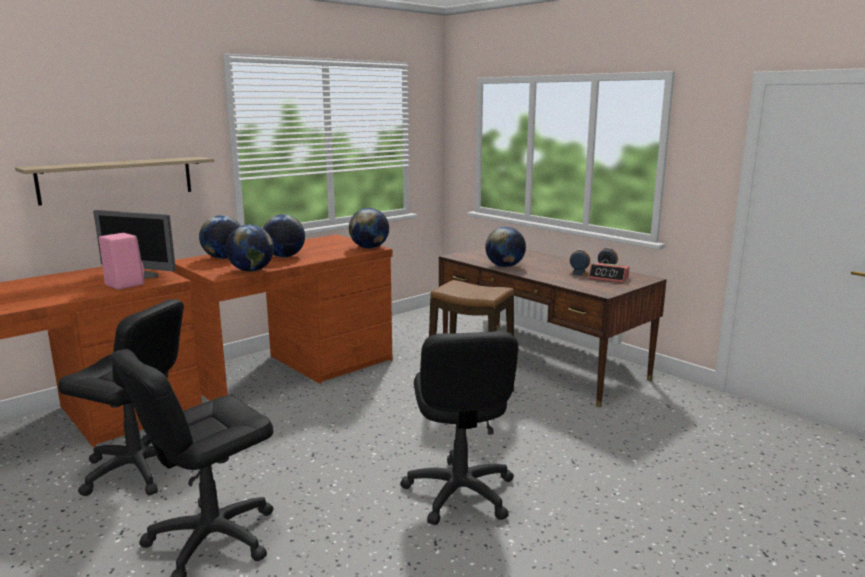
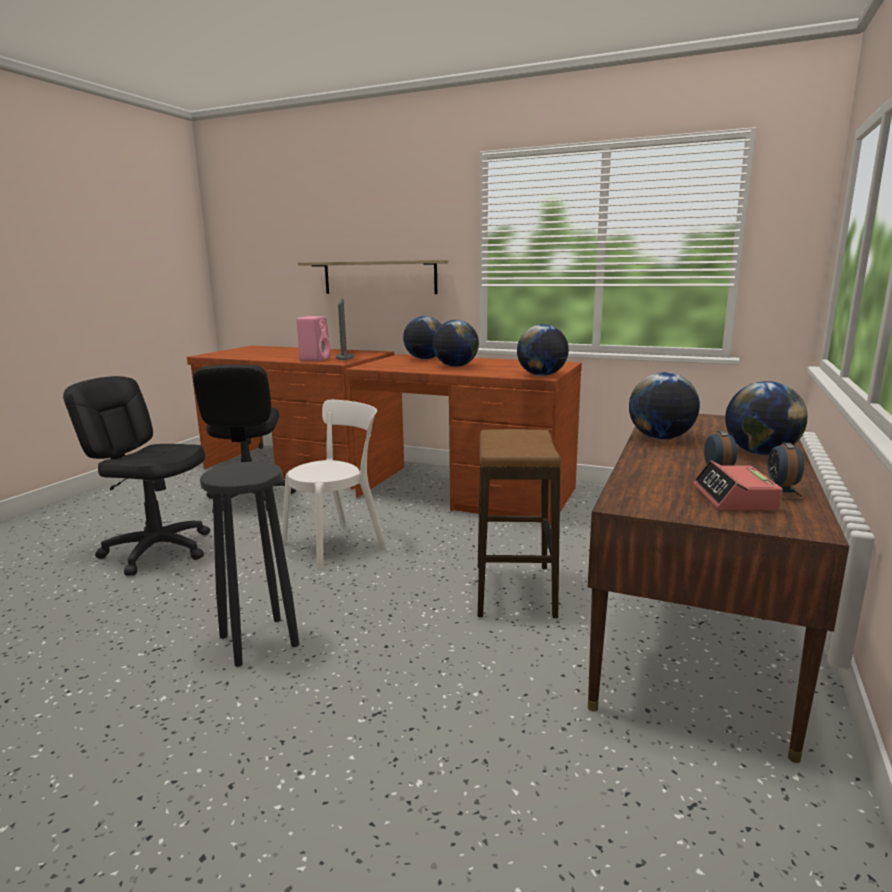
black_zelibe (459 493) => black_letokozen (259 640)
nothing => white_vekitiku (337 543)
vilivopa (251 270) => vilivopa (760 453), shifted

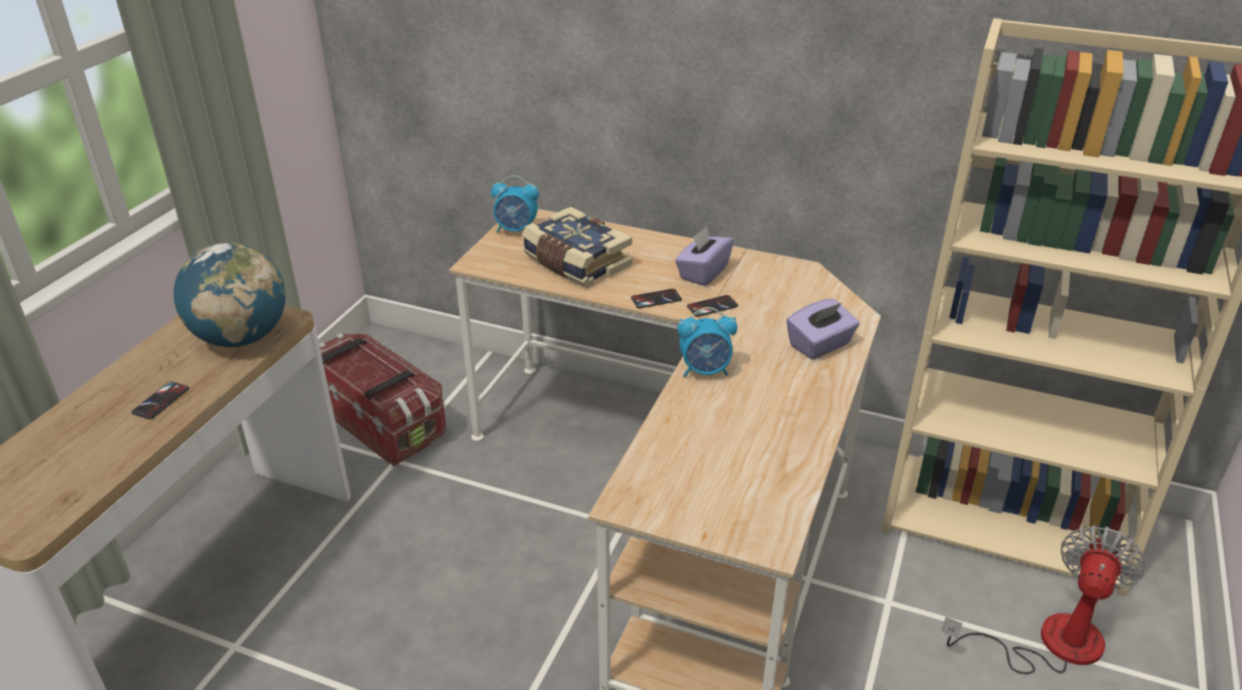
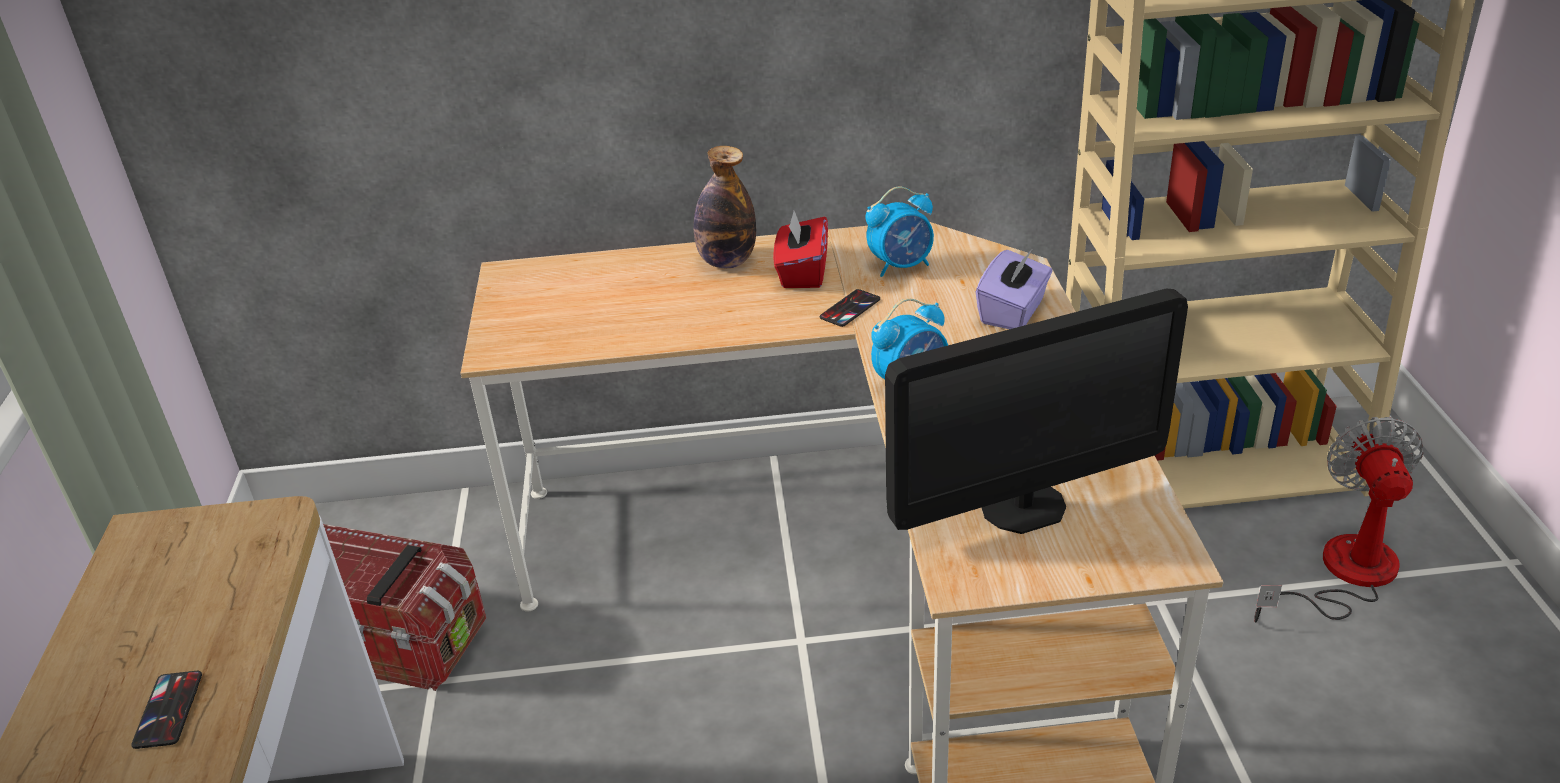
nothing => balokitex (727 262)
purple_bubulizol (703 272) => red_bubulizol (802 273)
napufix (516 230) => napufix (901 266), shifted
nothing => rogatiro (1023 506)
vilivopa (242 337) => nothing
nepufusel (575 263) => nothing
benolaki (656 299) => nothing

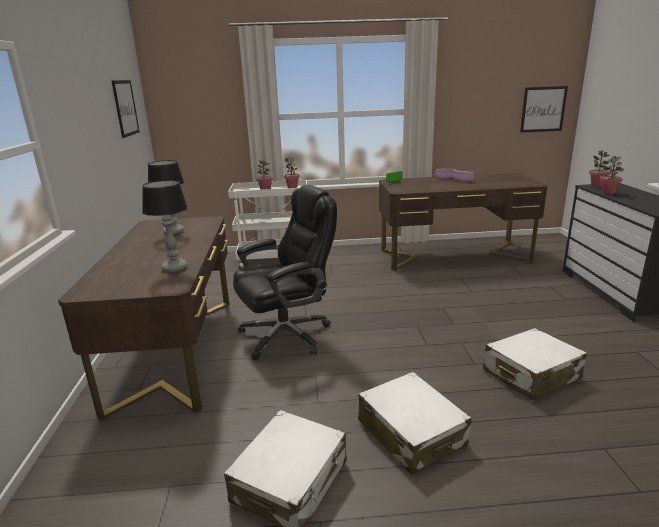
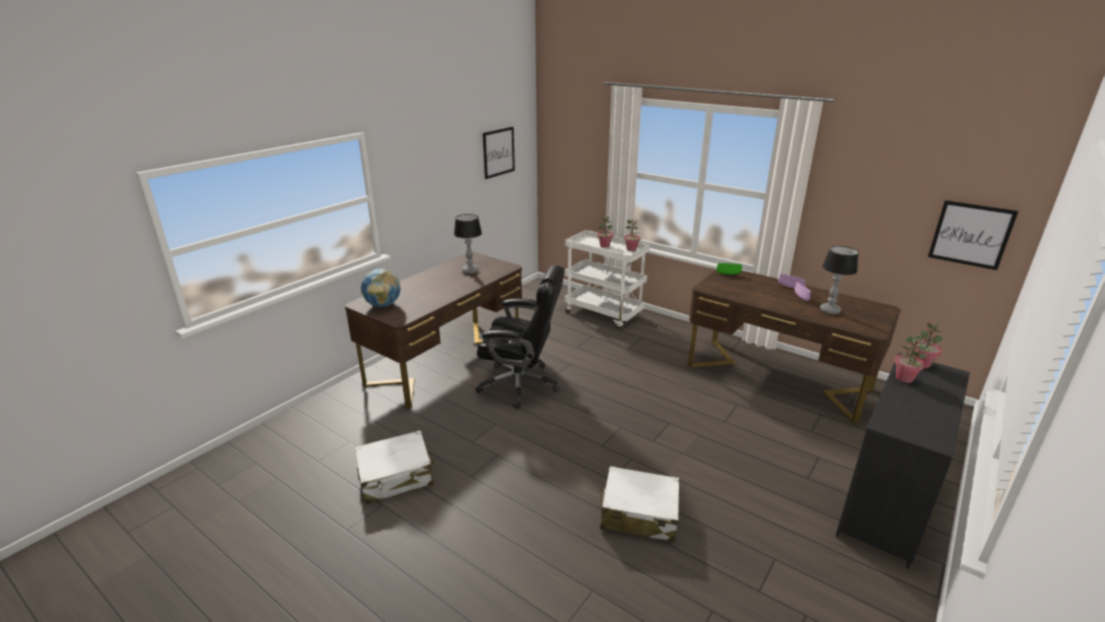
nothing => vilivopa (383 305)
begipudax (175 268) => begipudax (830 311), shifted
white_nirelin (411 433) => nothing

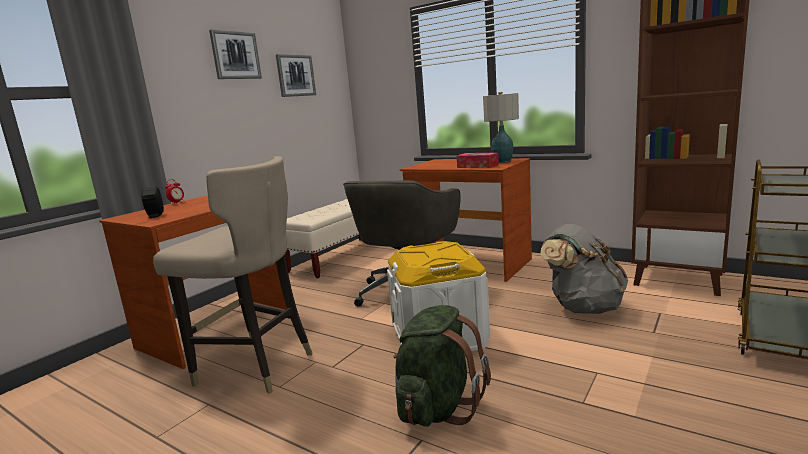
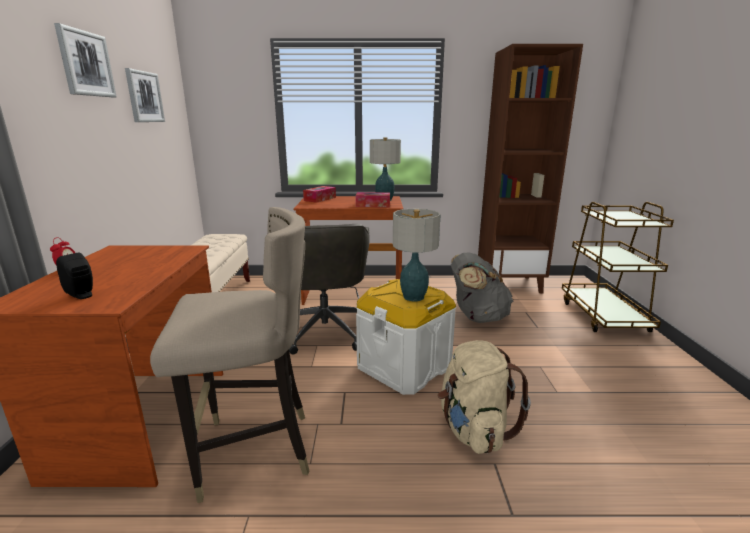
nothing => bubulizol (320 199)
nothing => begipudax (414 297)
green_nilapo (438 407) => beige_nilapo (473 430)

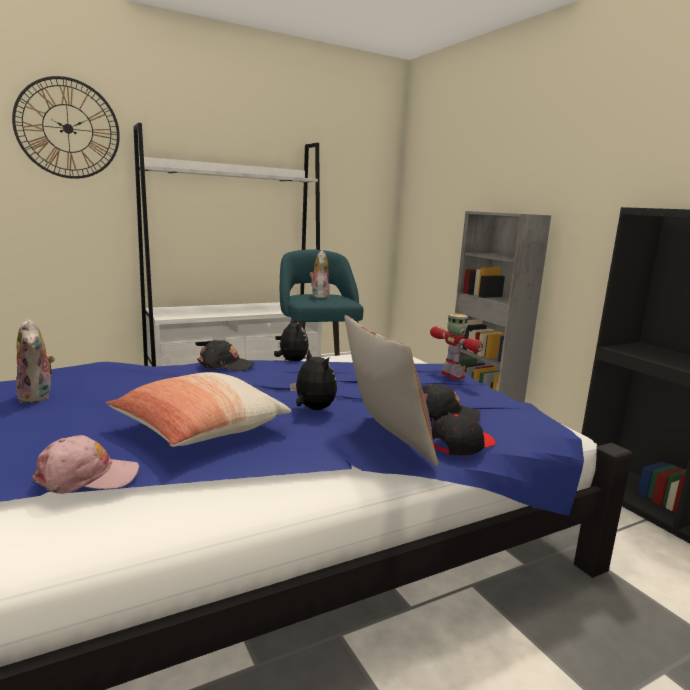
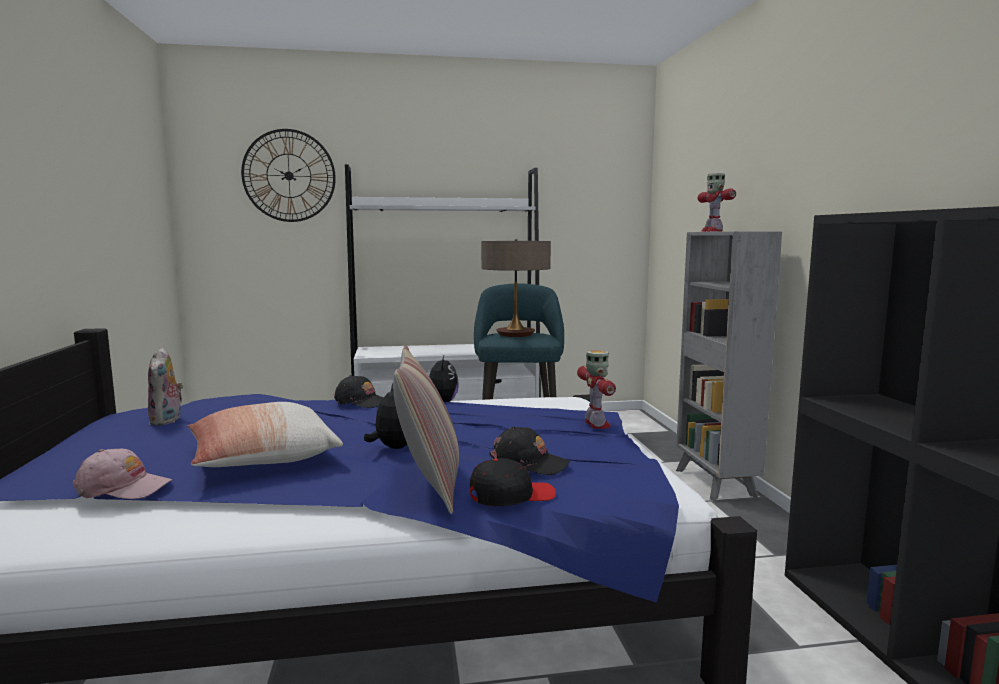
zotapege (319 296) => begipudax (515 334)
nothing => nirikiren (712 231)

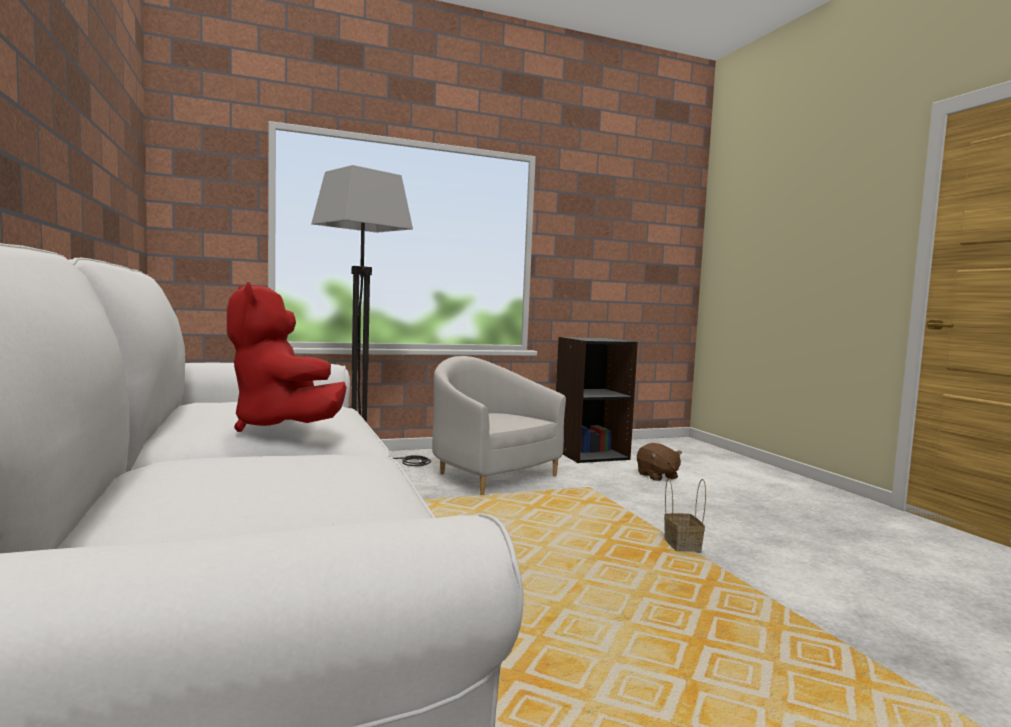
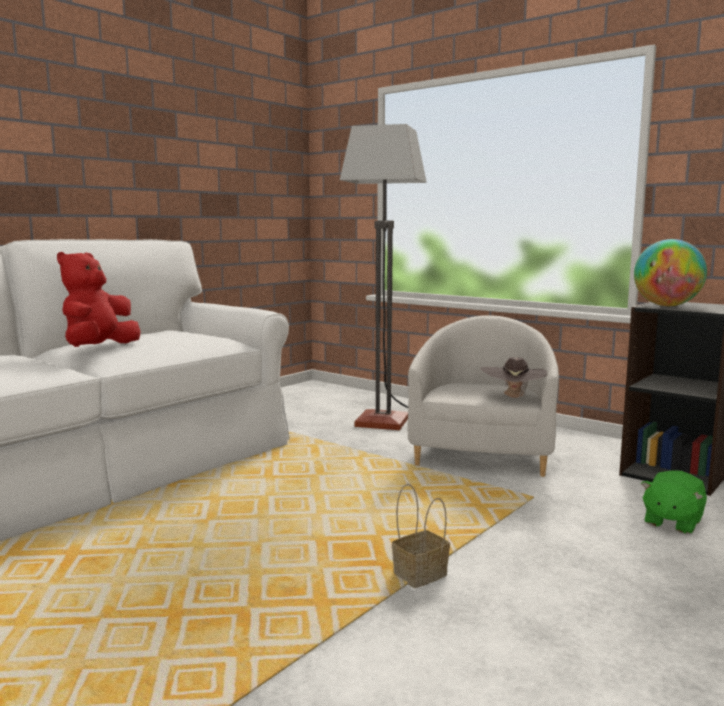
nothing => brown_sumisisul (514 398)
nothing => vilivopa (666 305)
brown_zotapege (657 476) => green_zotapege (672 522)

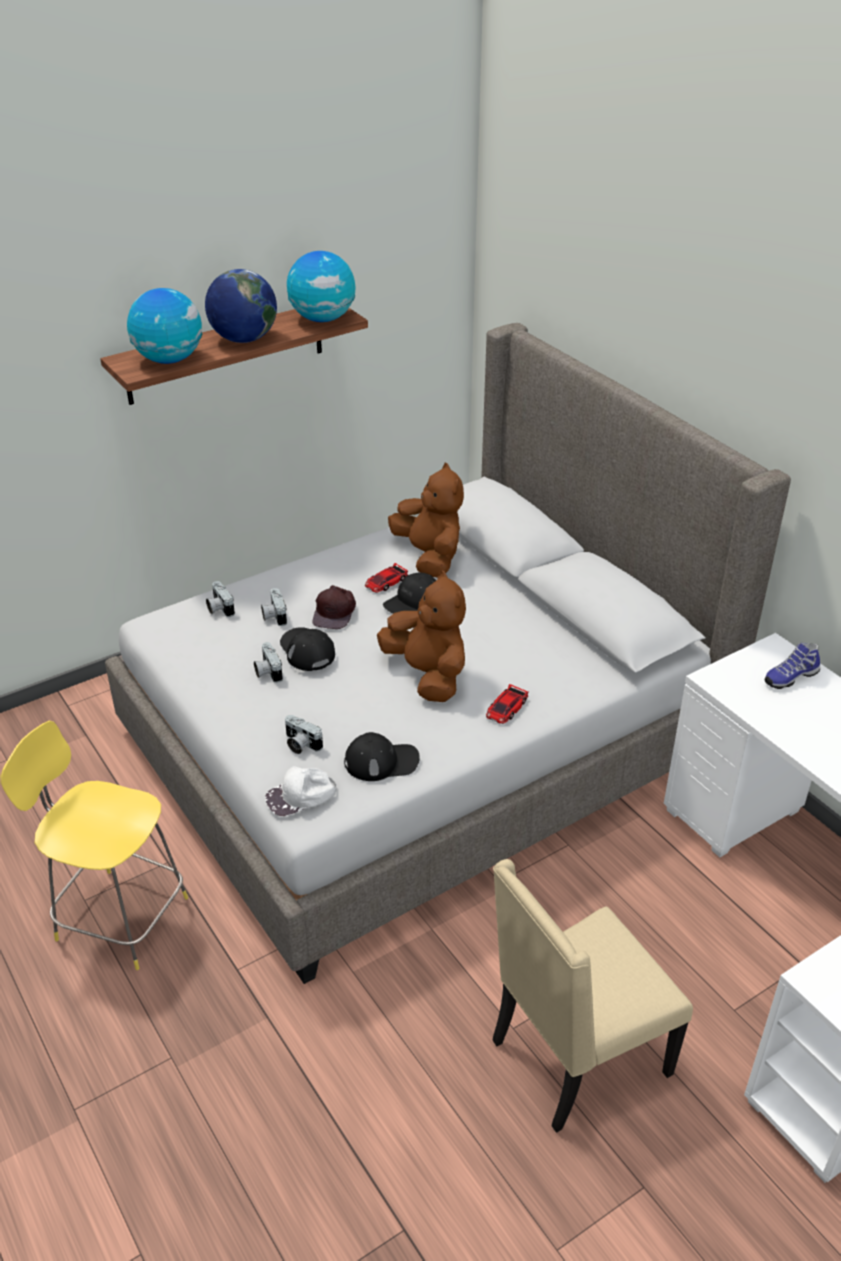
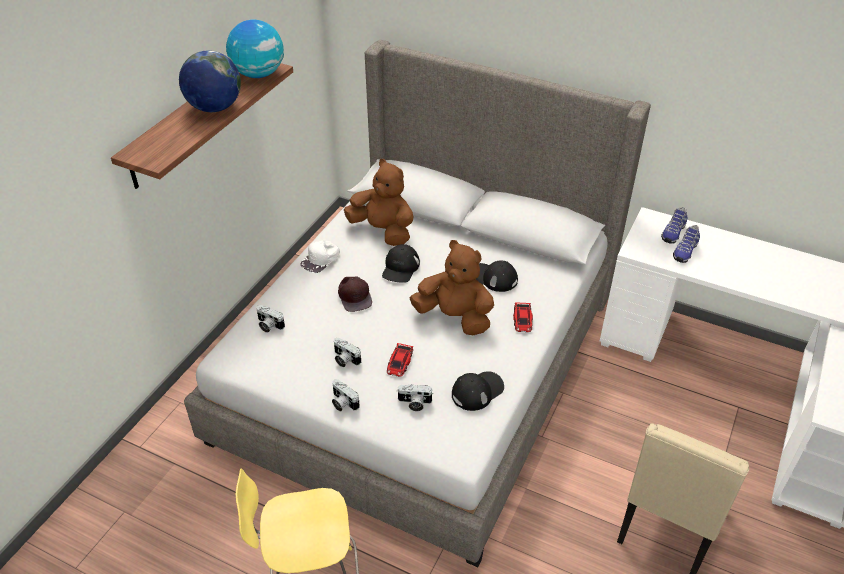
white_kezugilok (301 796) => white_kezugilok (321 259), shifted
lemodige (274 615) => lemodige (342 403), shifted
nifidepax (386 582) => nifidepax (400 362), shifted
black_kezugilok (307 650) => black_kezugilok (493 277), shifted
nothing => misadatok (684 251)
vilivopa (169 360) => nothing

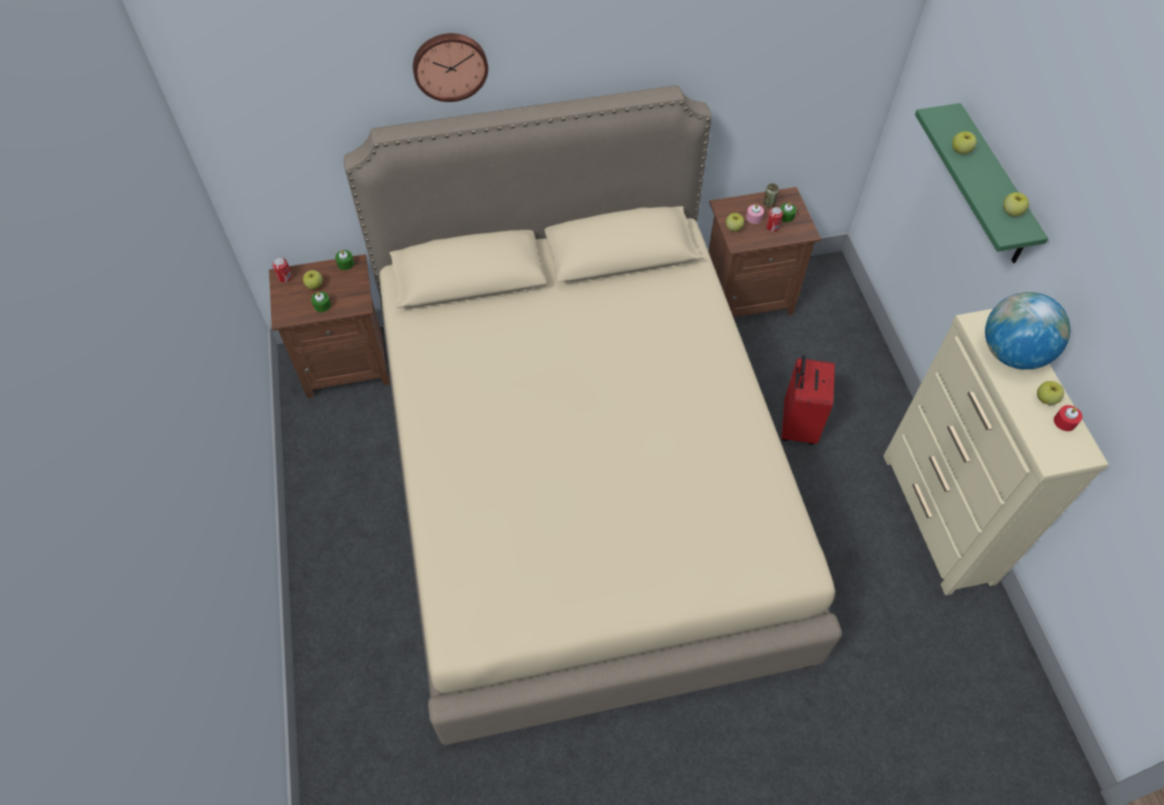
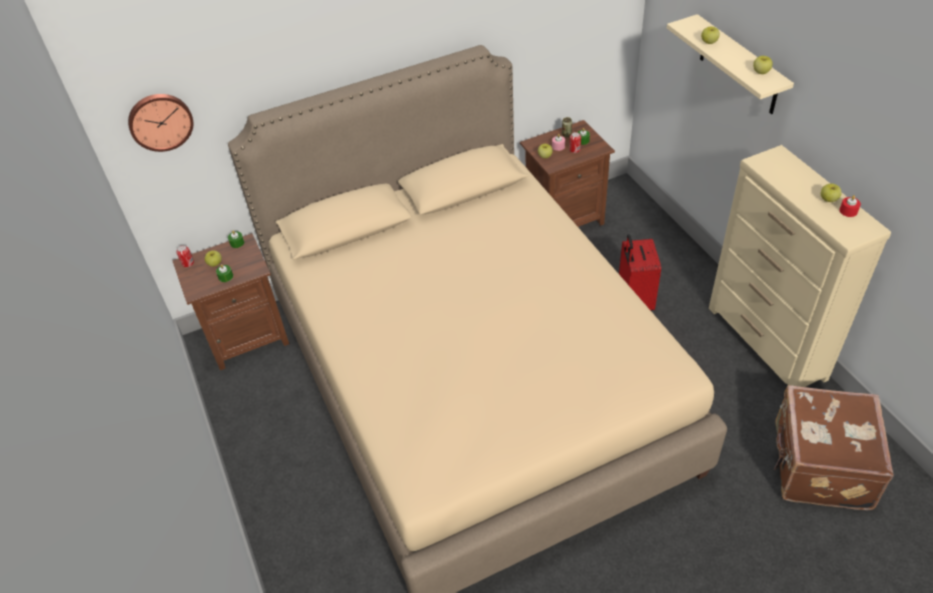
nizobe (450 65) => nizobe (160 121), shifted
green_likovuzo (992 188) => beige_likovuzo (739 66)
nothing => brown_nirelin (818 466)
vilivopa (1012 353) => nothing

